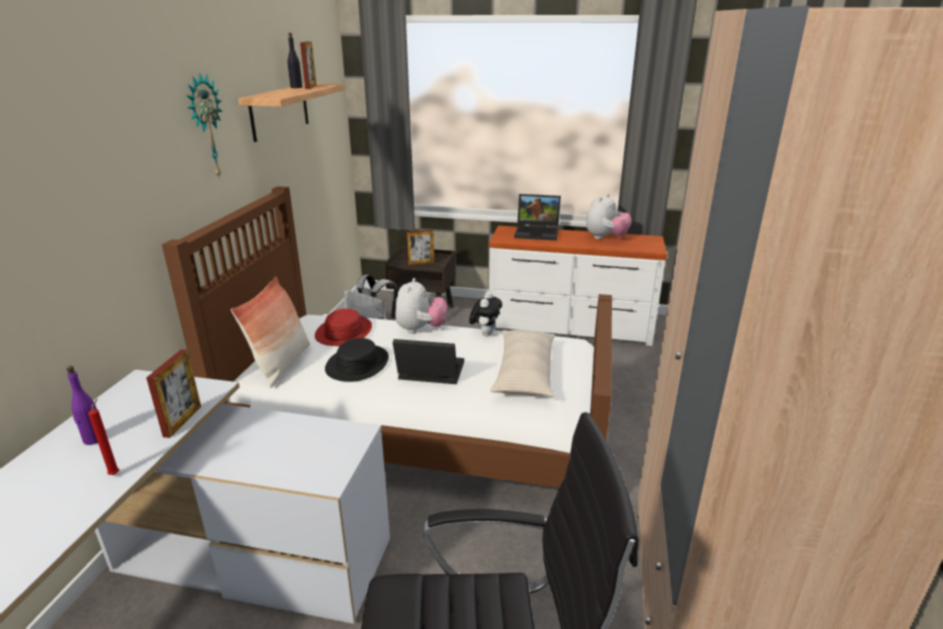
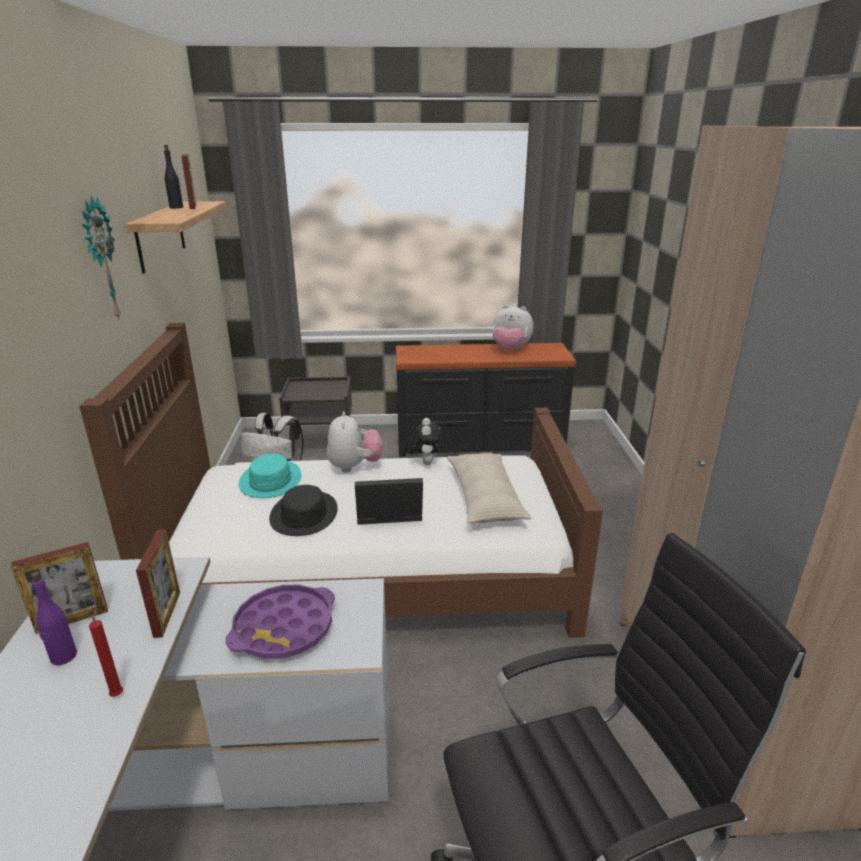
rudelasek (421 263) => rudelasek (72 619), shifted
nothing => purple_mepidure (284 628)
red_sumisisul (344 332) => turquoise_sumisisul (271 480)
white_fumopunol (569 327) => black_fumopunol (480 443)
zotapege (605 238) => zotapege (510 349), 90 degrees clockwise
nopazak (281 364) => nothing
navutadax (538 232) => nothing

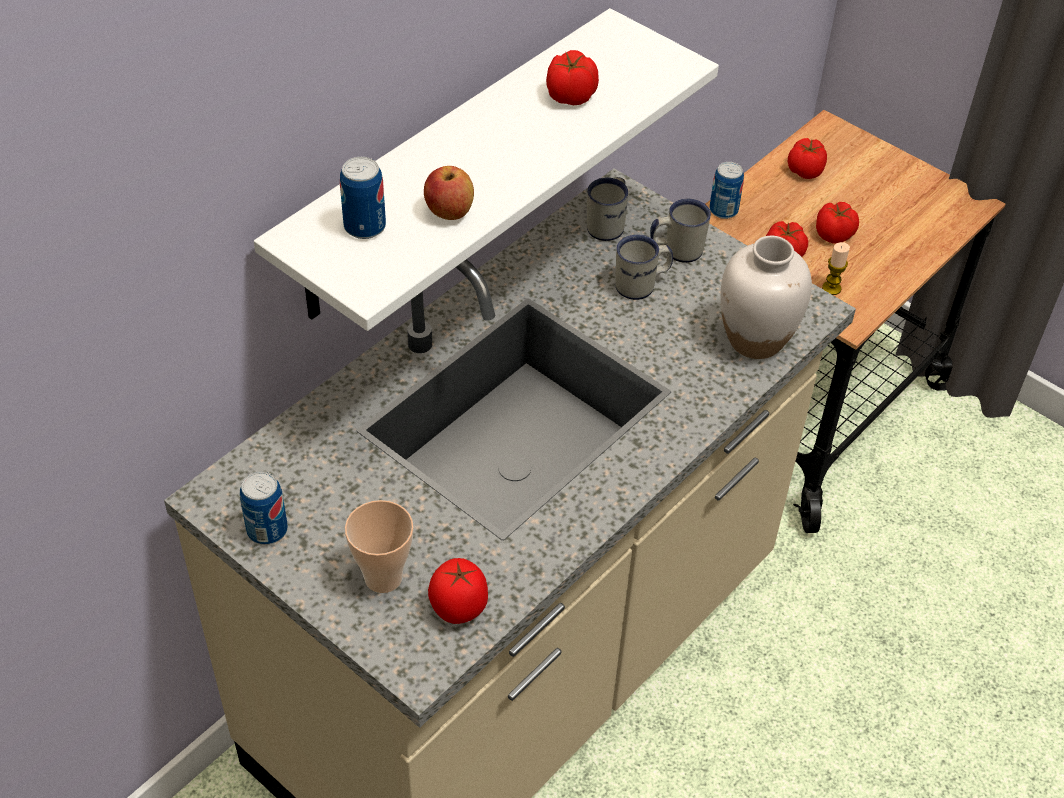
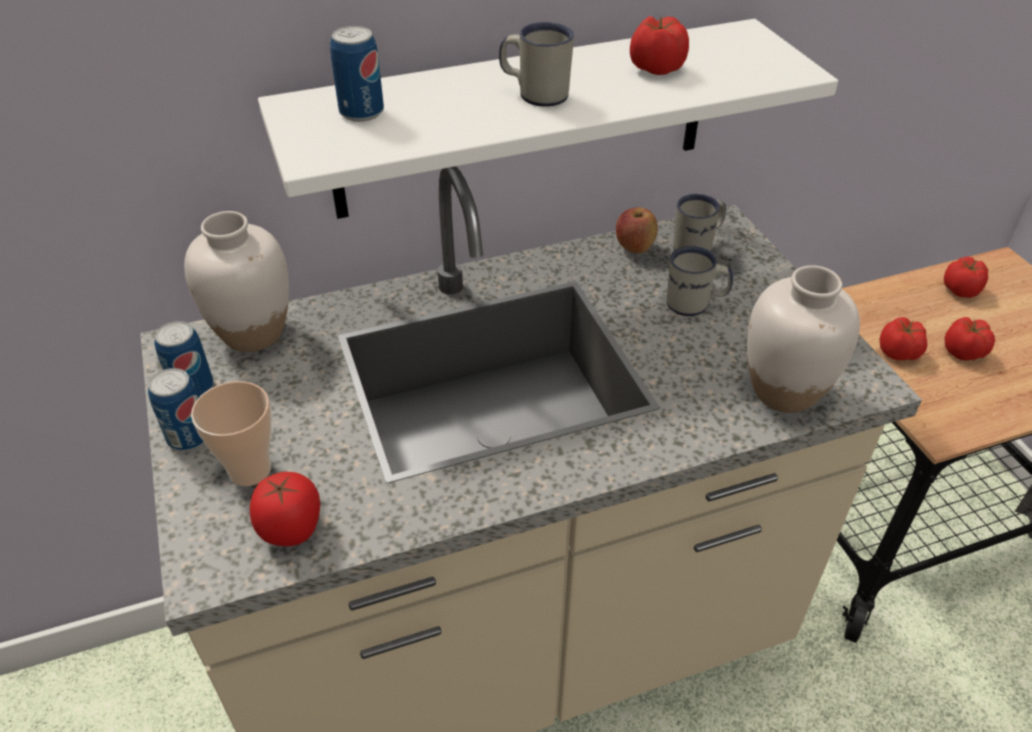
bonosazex (723 210) => bonosazex (189 437), shifted
nothing => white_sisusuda (252 333)
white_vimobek (676 250) => white_vimobek (535 94), shifted
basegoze (449 212) => basegoze (634 247), shifted
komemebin (831 288) => nothing

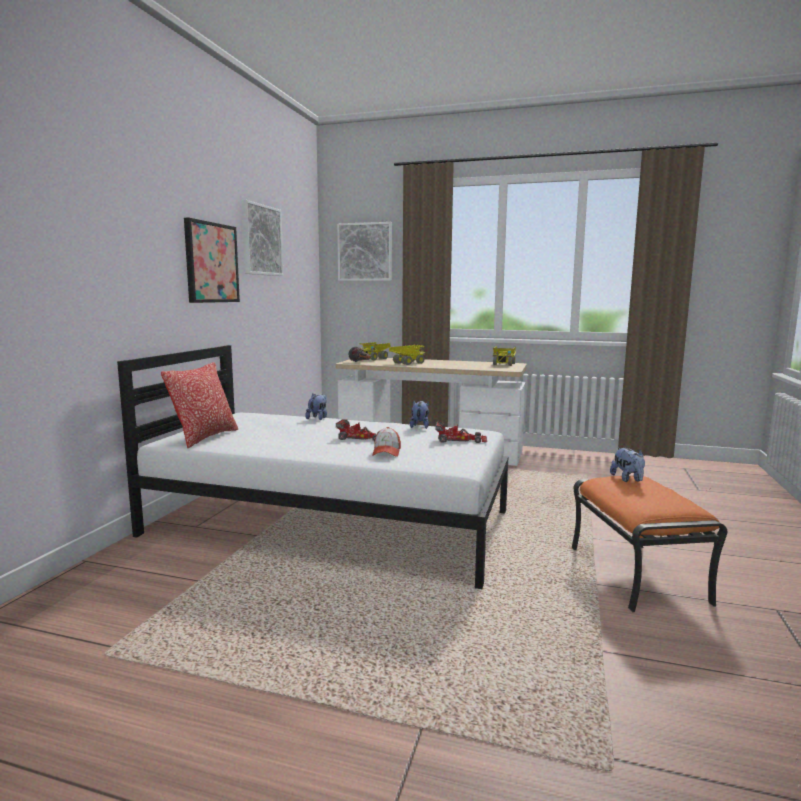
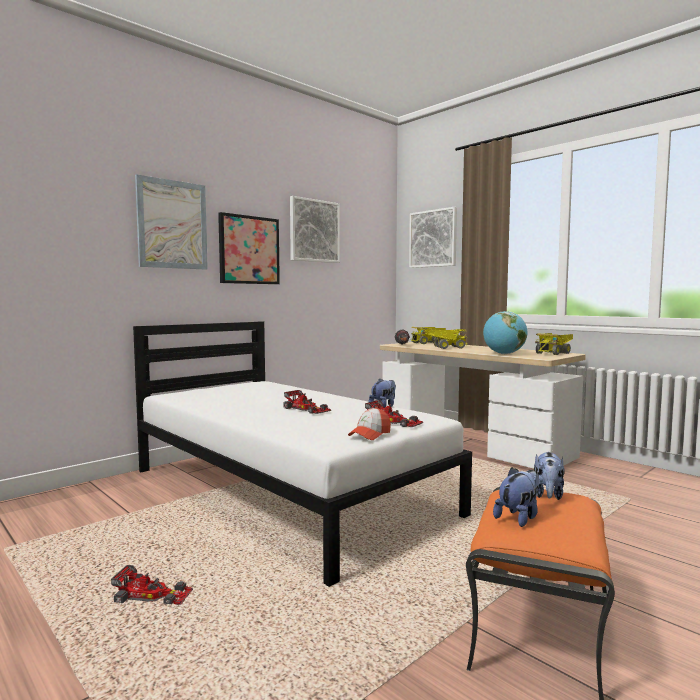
nothing => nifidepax (152 595)
nothing => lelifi (172 224)
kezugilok (386 452) => kezugilok (370 434), shifted
nothing => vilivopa (504 354)
zotapege (318 418) => zotapege (519 517), shifted
nopazak (205 437) => nothing

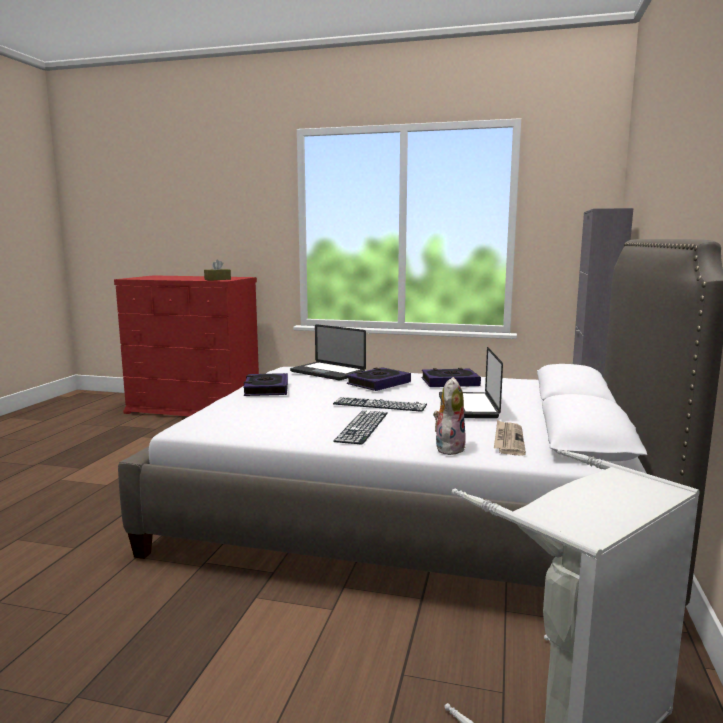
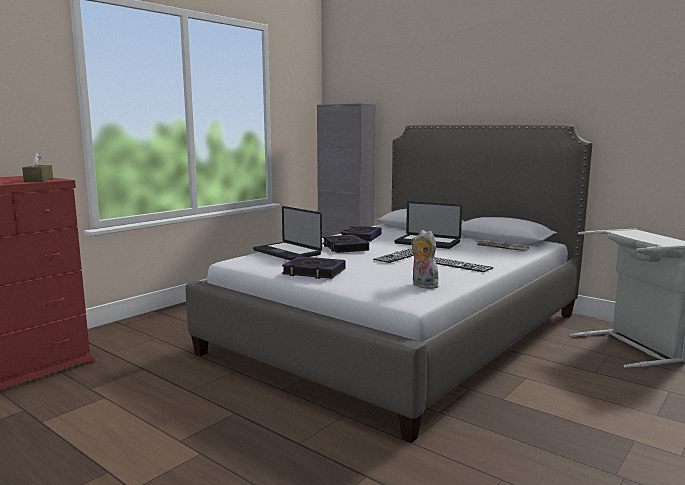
navutadax (327 372) => navutadax (287 252), 75 degrees clockwise
zotapege (448 448) => zotapege (422 285), shifted

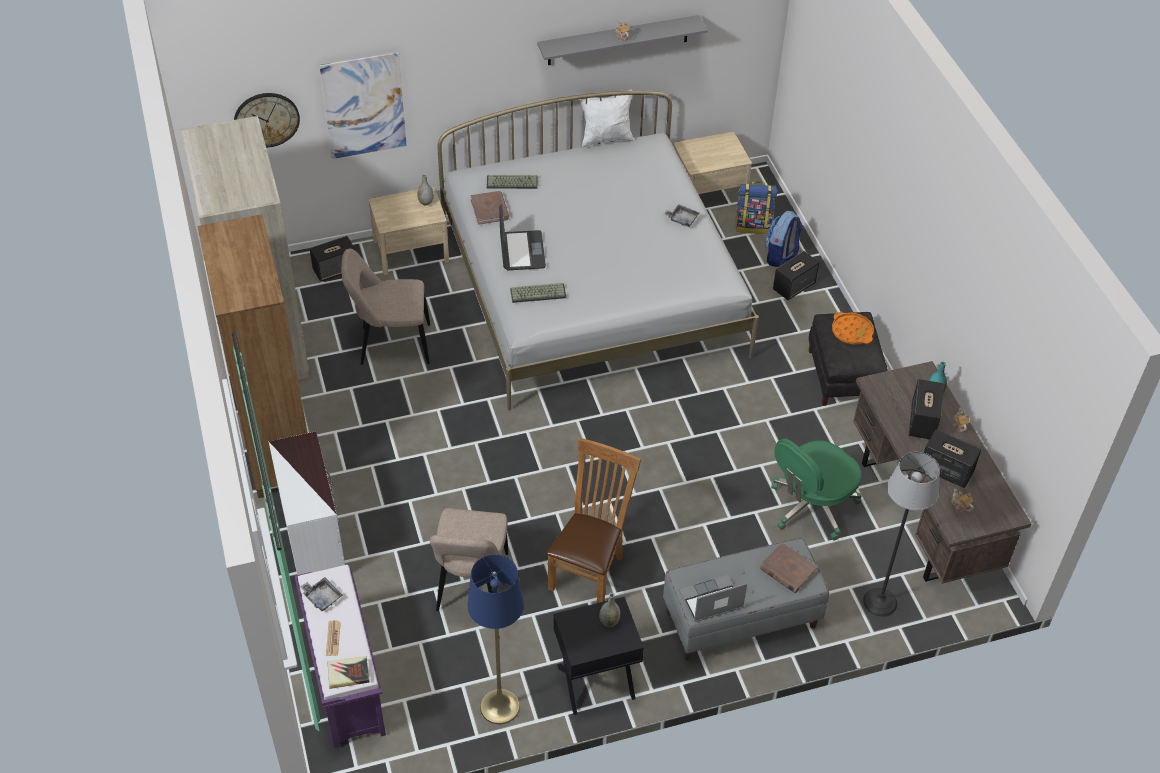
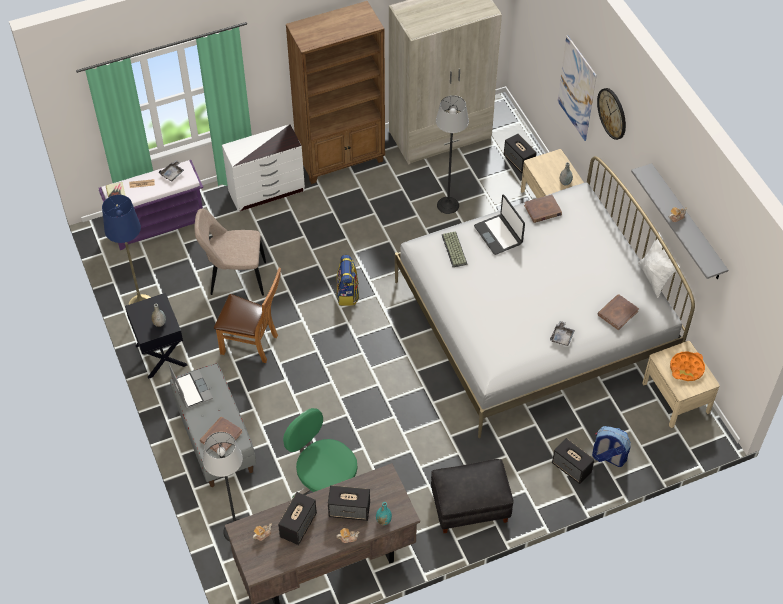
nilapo (753 225) => nilapo (347 294), shifted
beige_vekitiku (391 345) => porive (448 205)
navutadax (521 251) => navutadax (498 235), 75 degrees clockwise
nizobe (266 119) => nizobe (612 113), shifted
nothing => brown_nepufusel (617 313)
orange_mepidure (852 331) => orange_mepidure (686 368), shifted
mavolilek (511 183) => nothing

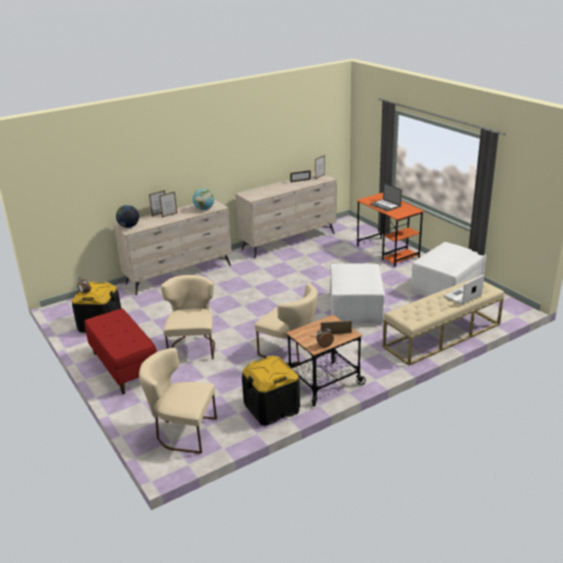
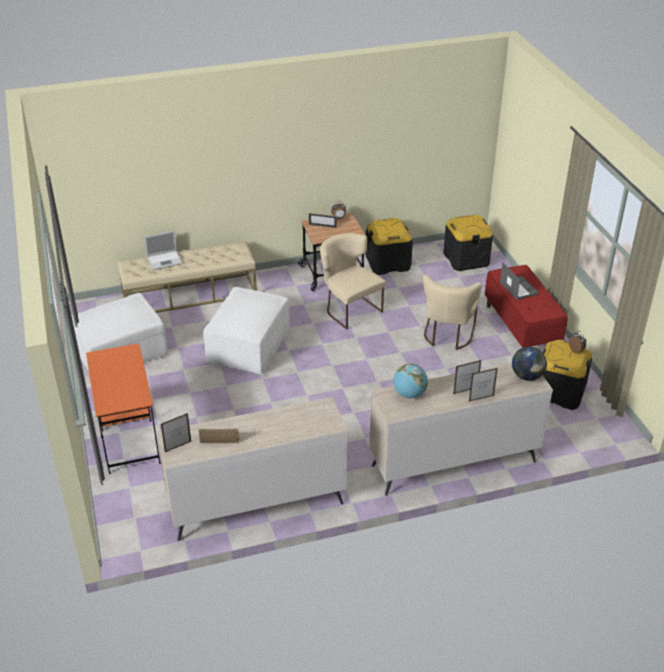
beige_vekitiku (182 432) => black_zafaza (466 259)
navutadax (385 205) => navutadax (518 288), shifted

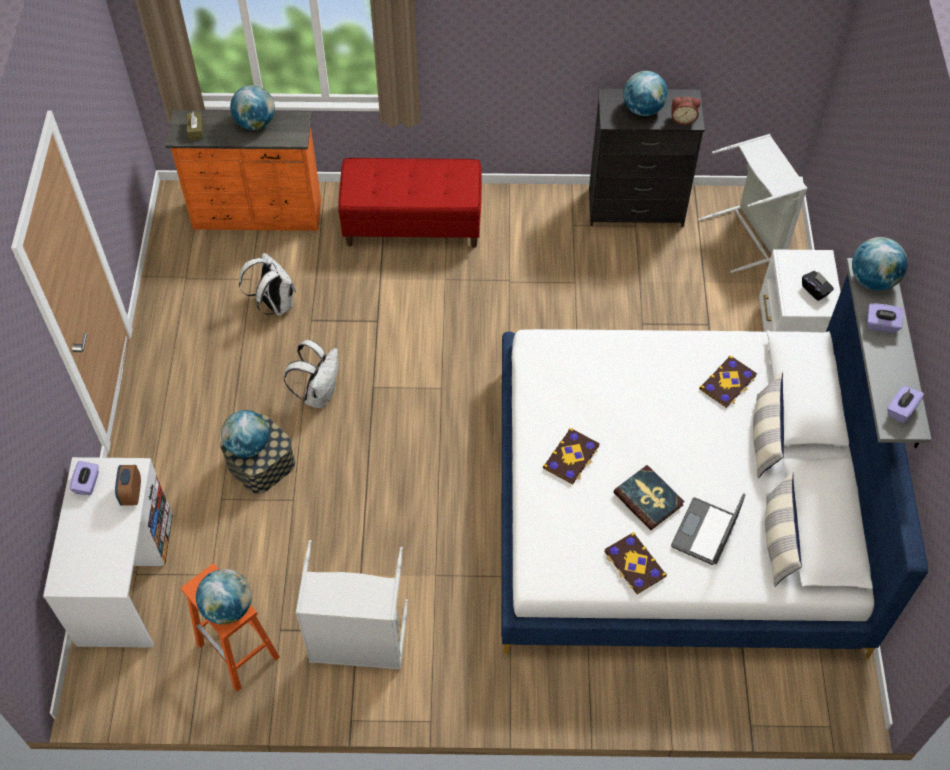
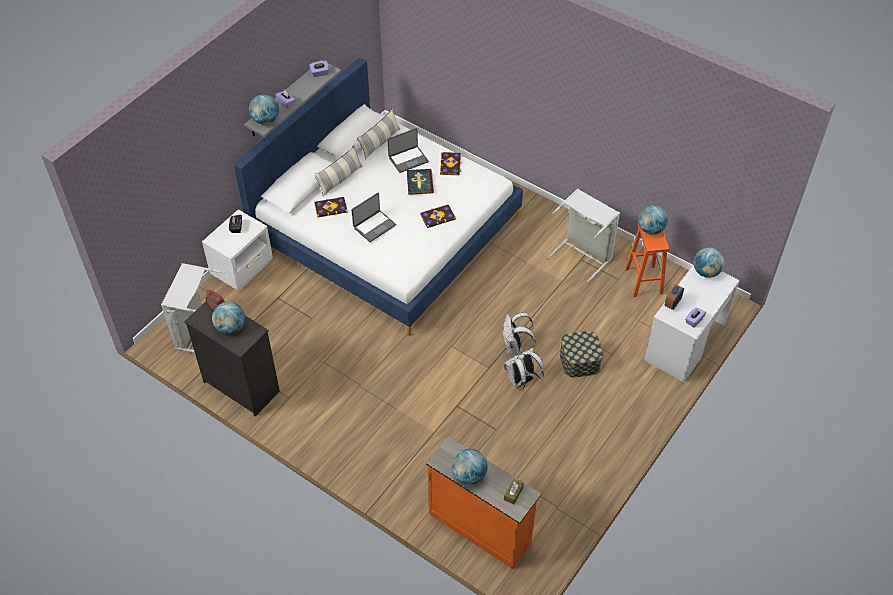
nothing => navutadax (374 226)
white_nilapo (274 304) => white_nilapo (515 348), shifted
vilivopa (248 445) => vilivopa (706 272), shifted
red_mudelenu (413 225) => nothing

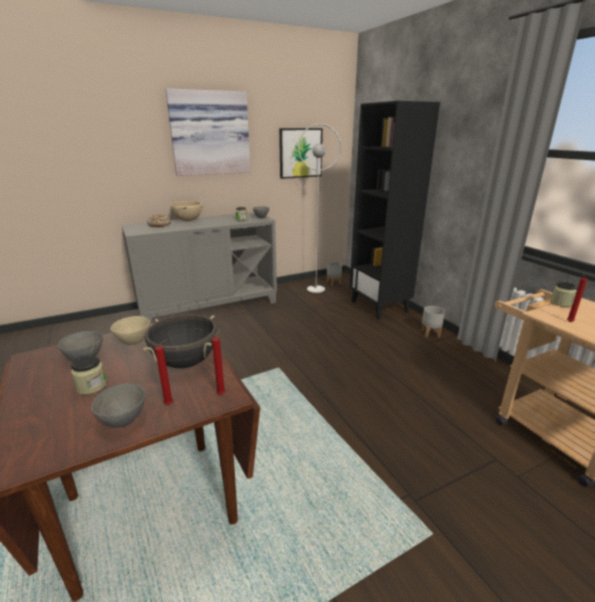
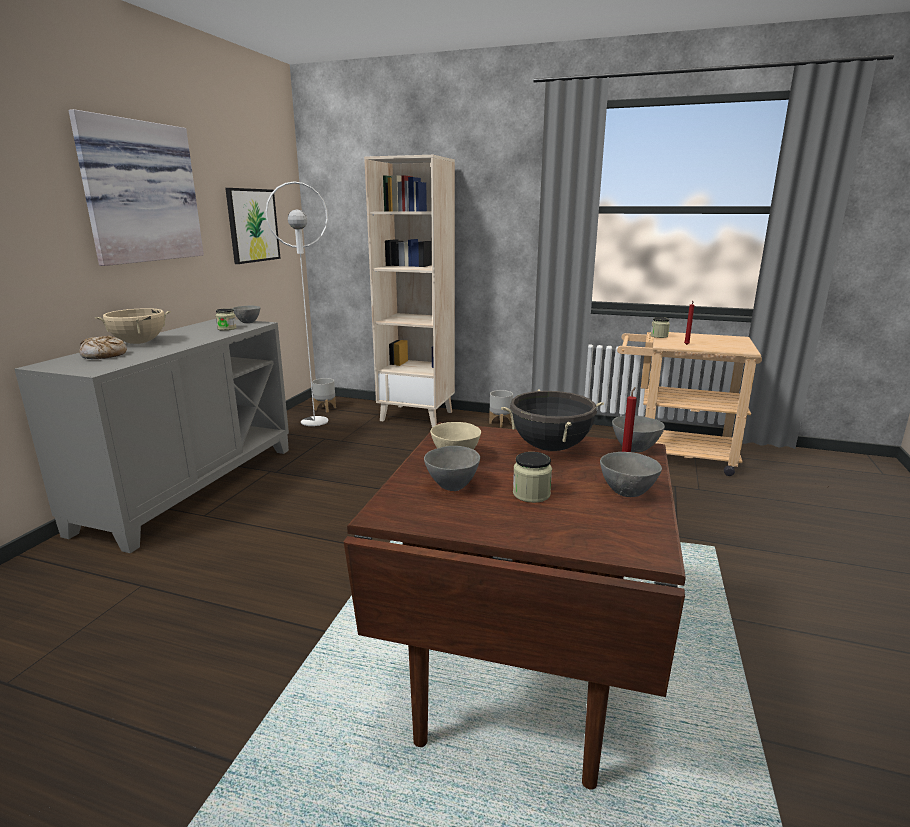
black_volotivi (380 306) => beige_volotivi (417 416)
red_komemebin (222 393) => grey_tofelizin (635 449)

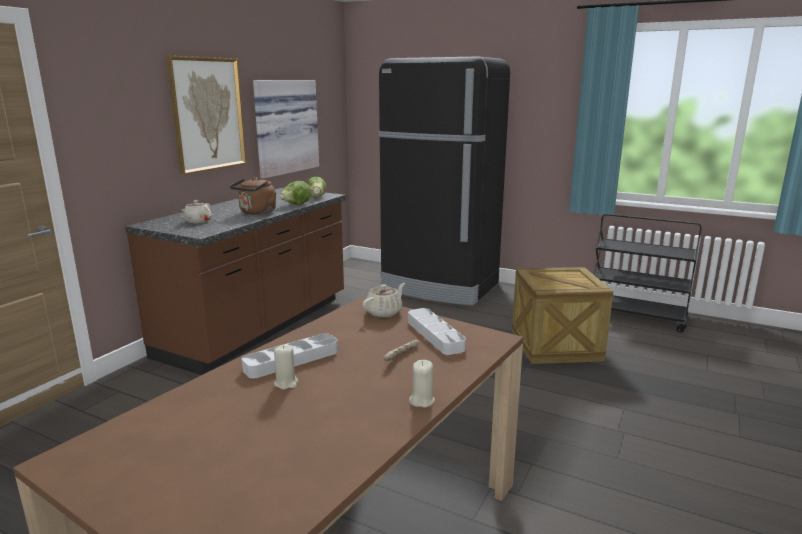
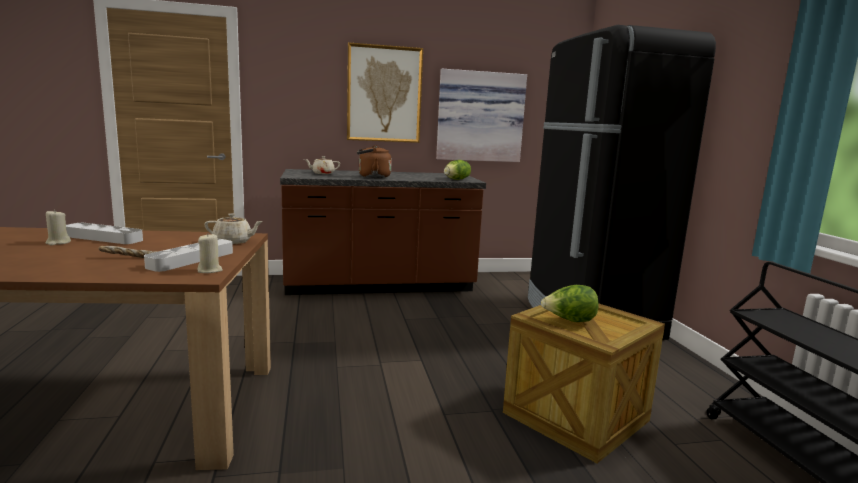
beige_komemebin (421 400) => beige_komemebin (210 270), shifted
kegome (295 205) => kegome (569 321), shifted

